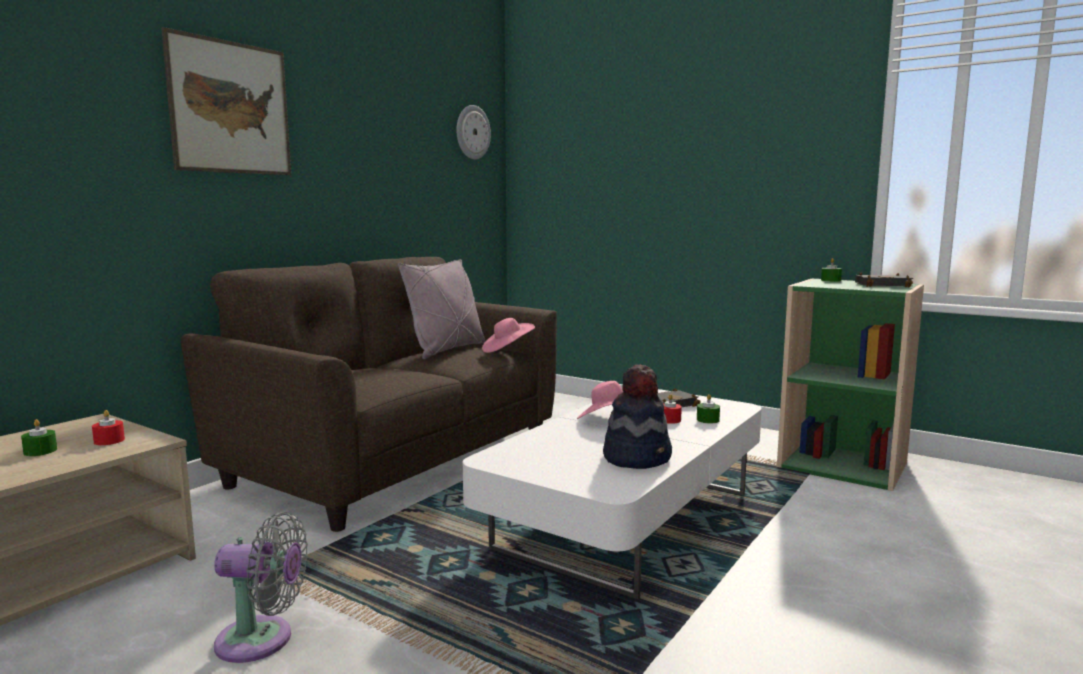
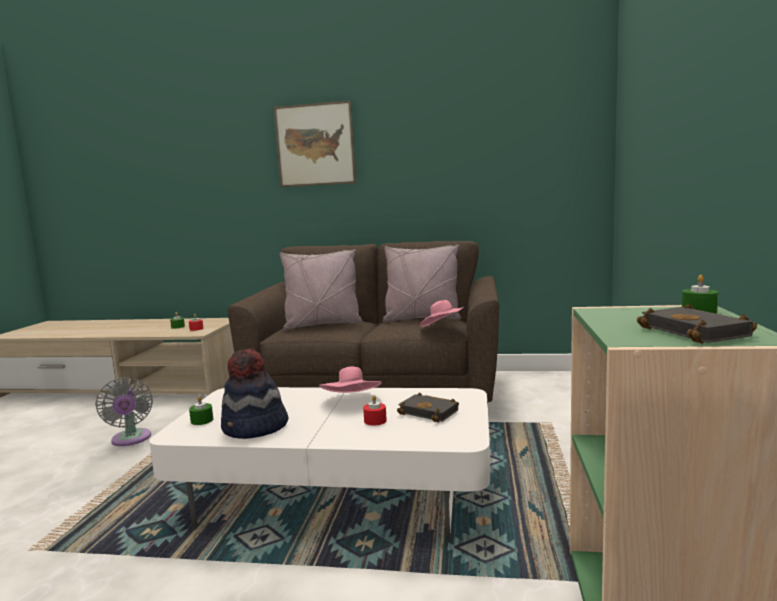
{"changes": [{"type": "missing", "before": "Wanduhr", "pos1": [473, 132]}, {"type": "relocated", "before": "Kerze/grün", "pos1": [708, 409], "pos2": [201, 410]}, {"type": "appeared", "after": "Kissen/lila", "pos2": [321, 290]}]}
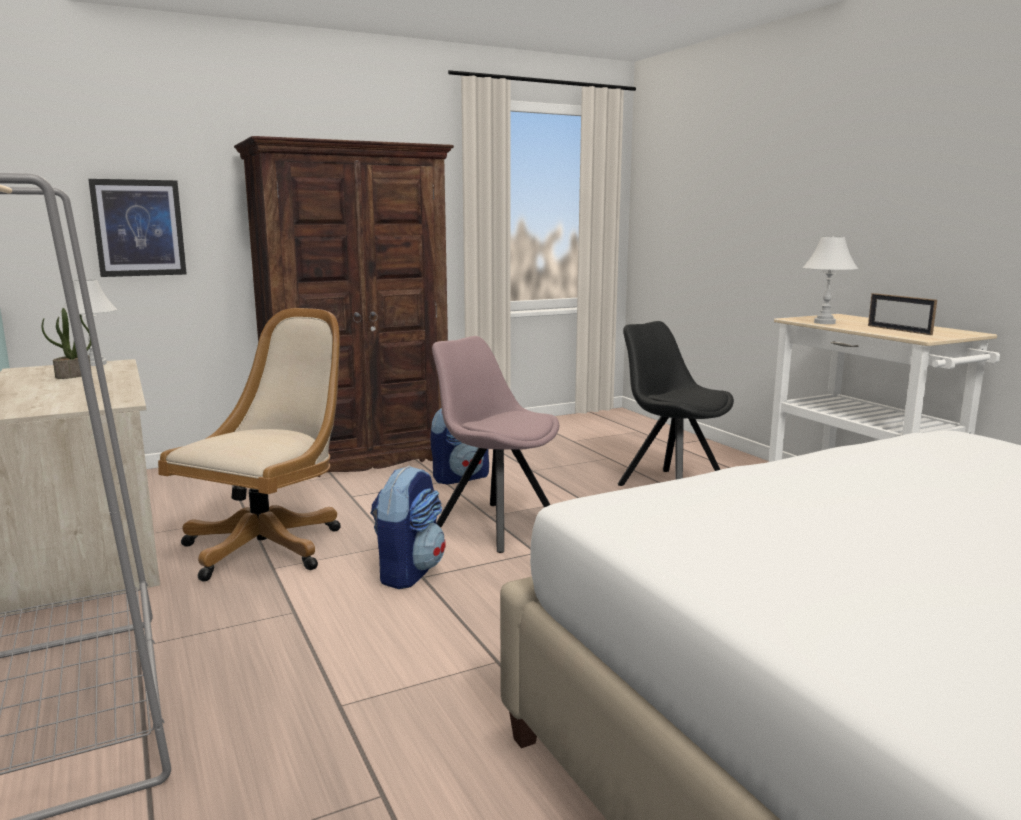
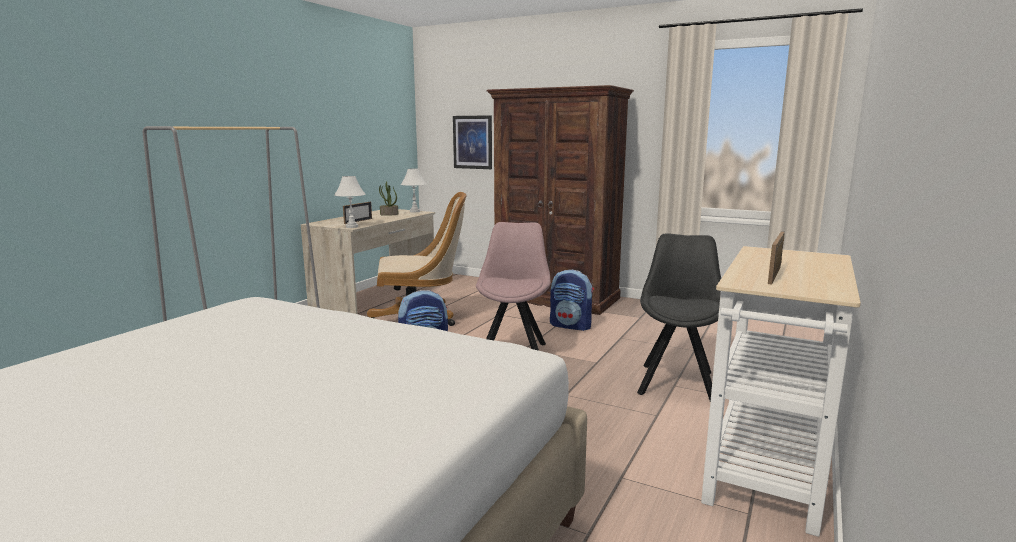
{"changes": [{"type": "relocated", "before": "Tischlampe/weiß", "pos1": [830, 280], "pos2": [350, 202]}, {"type": "appeared", "after": "Bilderrahmen", "pos2": [357, 213]}]}
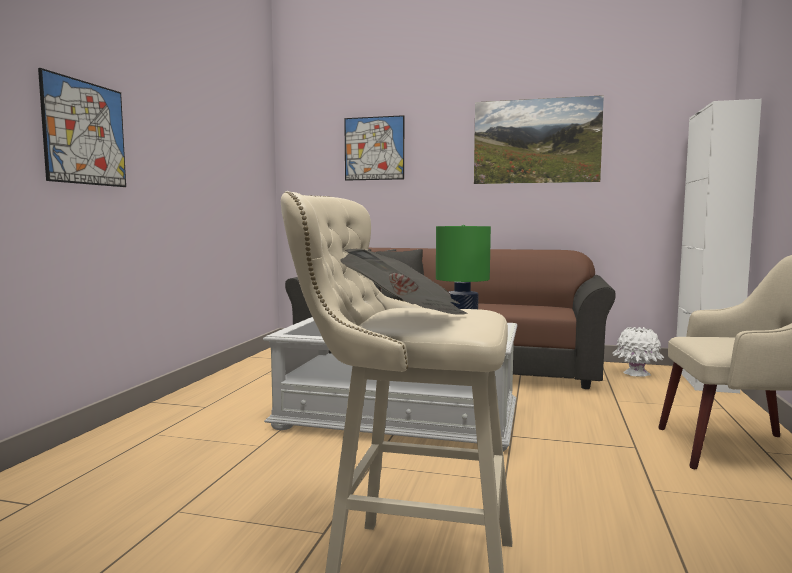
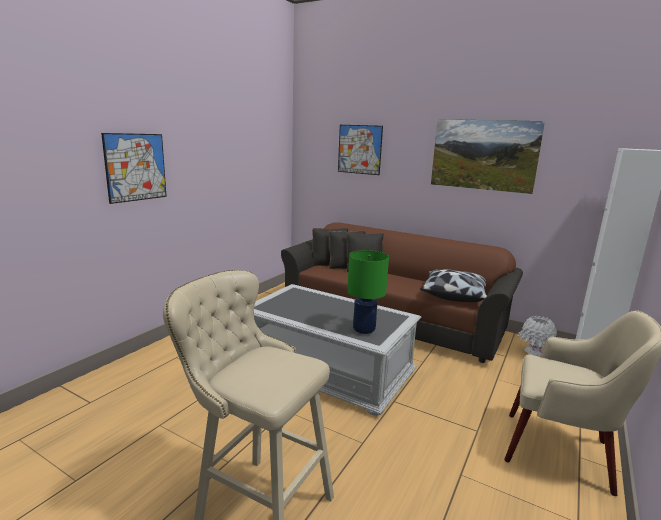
{"changes": [{"type": "missing", "before": "Zeitung", "pos1": [404, 282]}, {"type": "appeared", "after": "Kissen", "pos2": [453, 285]}]}
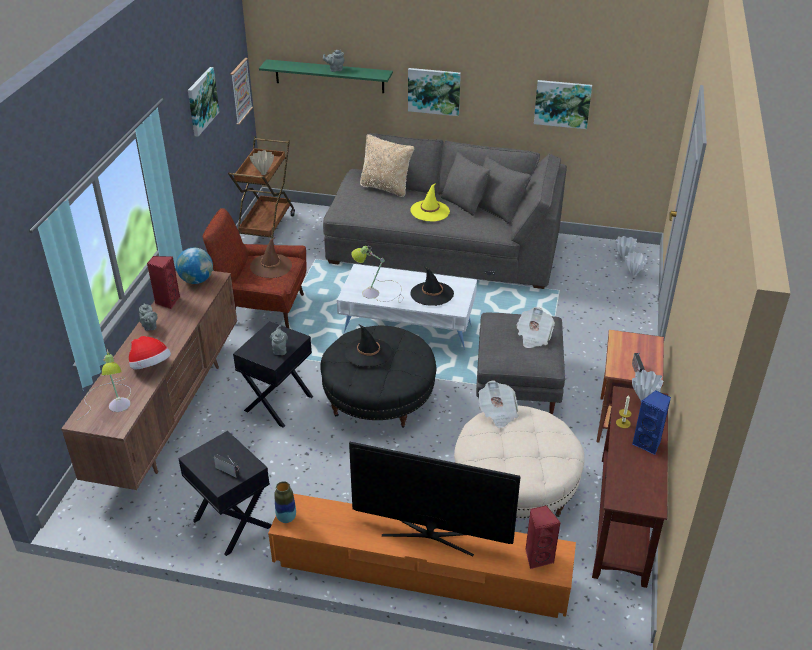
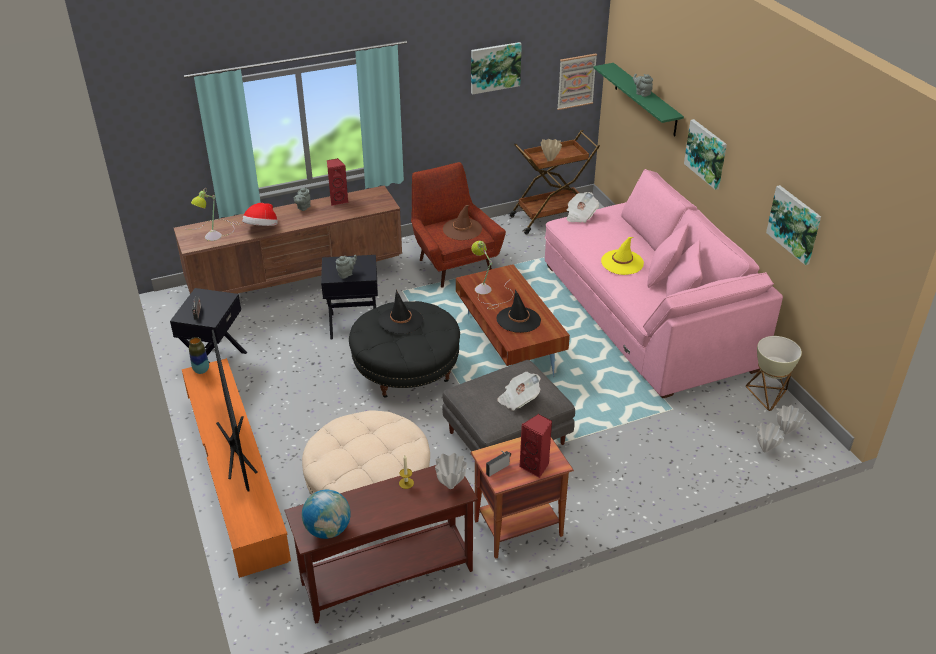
{"changes": [{"type": "colour", "before": "Sofa/grau", "after": "Sofa/rosa", "pos1": [445, 211], "pos2": [664, 283]}, {"type": "missing", "before": "Kissen/beige", "pos1": [387, 165]}, {"type": "relocated", "before": "Globus", "pos1": [194, 266], "pos2": [326, 514]}, {"type": "colour", "before": "Couchtisch/weiß", "after": "Couchtisch/braun", "pos1": [407, 306], "pos2": [513, 320]}, {"type": "relocated", "before": "Zeitung", "pos1": [499, 404], "pos2": [582, 207]}, {"type": "missing", "before": "Lautsprecher/blau", "pos1": [651, 422]}, {"type": "relocated", "before": "Lautsprecher/rot", "pos1": [543, 537], "pos2": [536, 446]}, {"type": "appeared", "after": "Pflanzkübel", "pos2": [774, 373]}]}
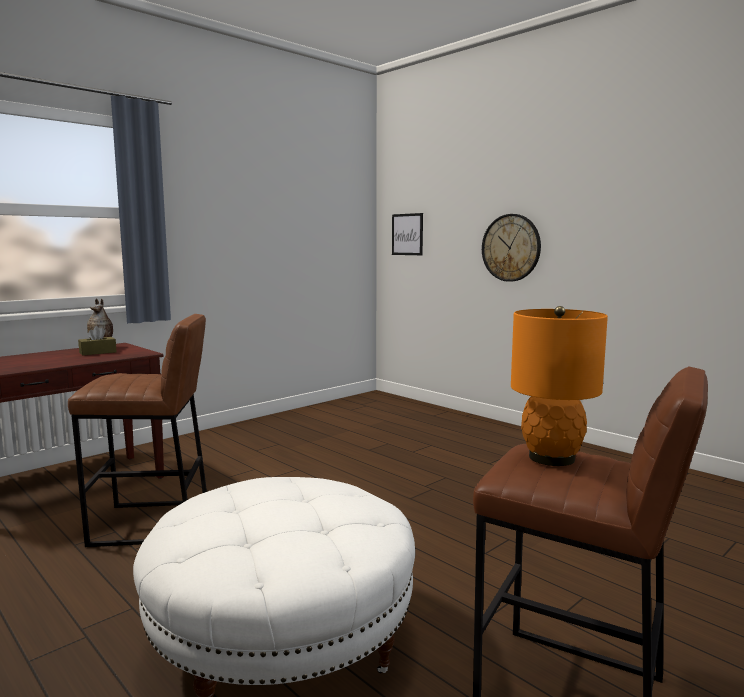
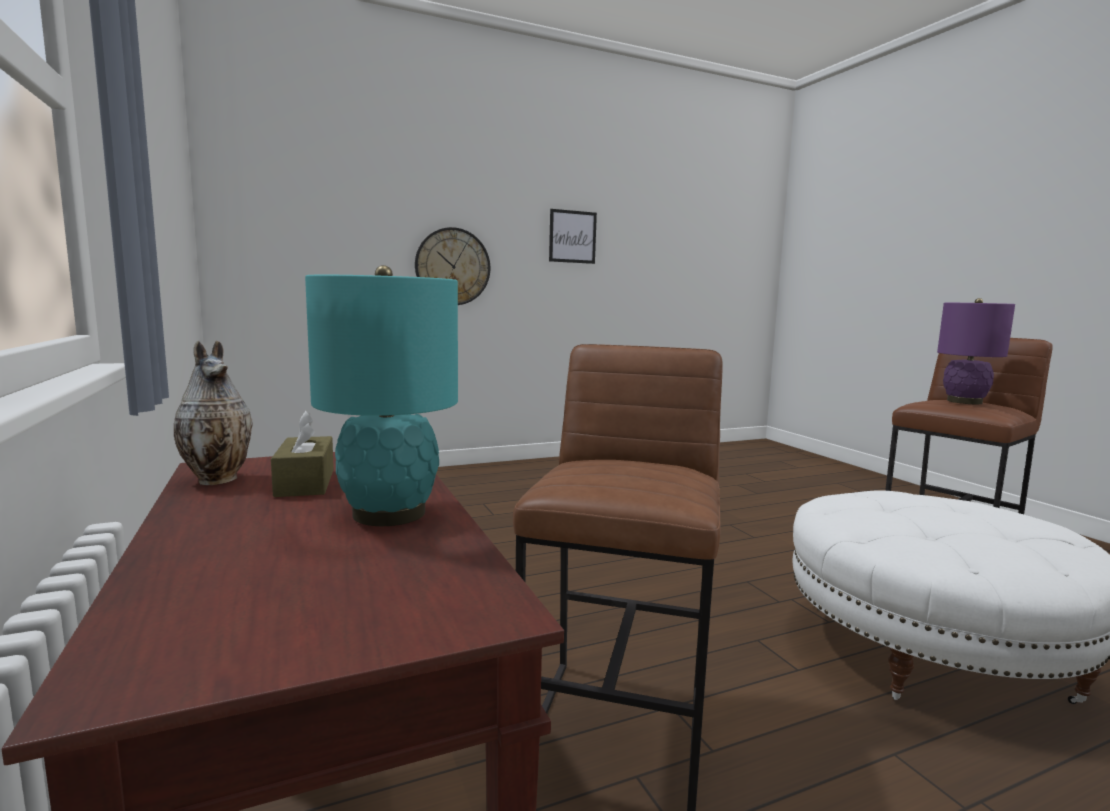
{"changes": [{"type": "relocated", "before": "Bild", "pos1": [407, 234], "pos2": [573, 236]}, {"type": "colour", "before": "Tischlampe/orange", "after": "Tischlampe/lila", "pos1": [559, 386], "pos2": [976, 351]}, {"type": "appeared", "after": "Tischlampe/türkis", "pos2": [381, 395]}]}
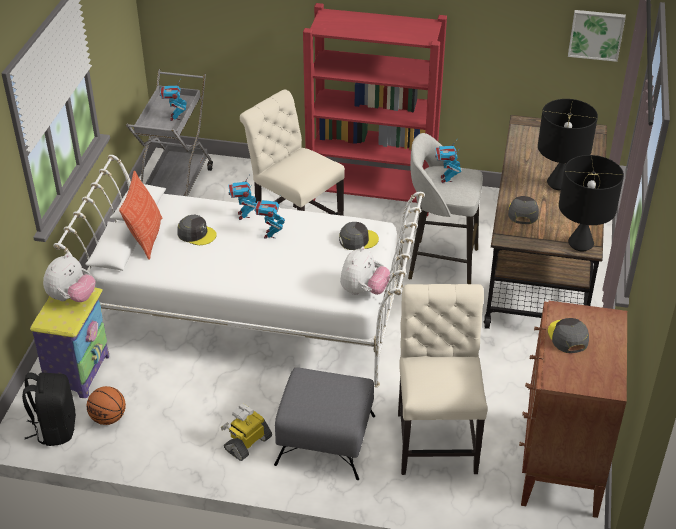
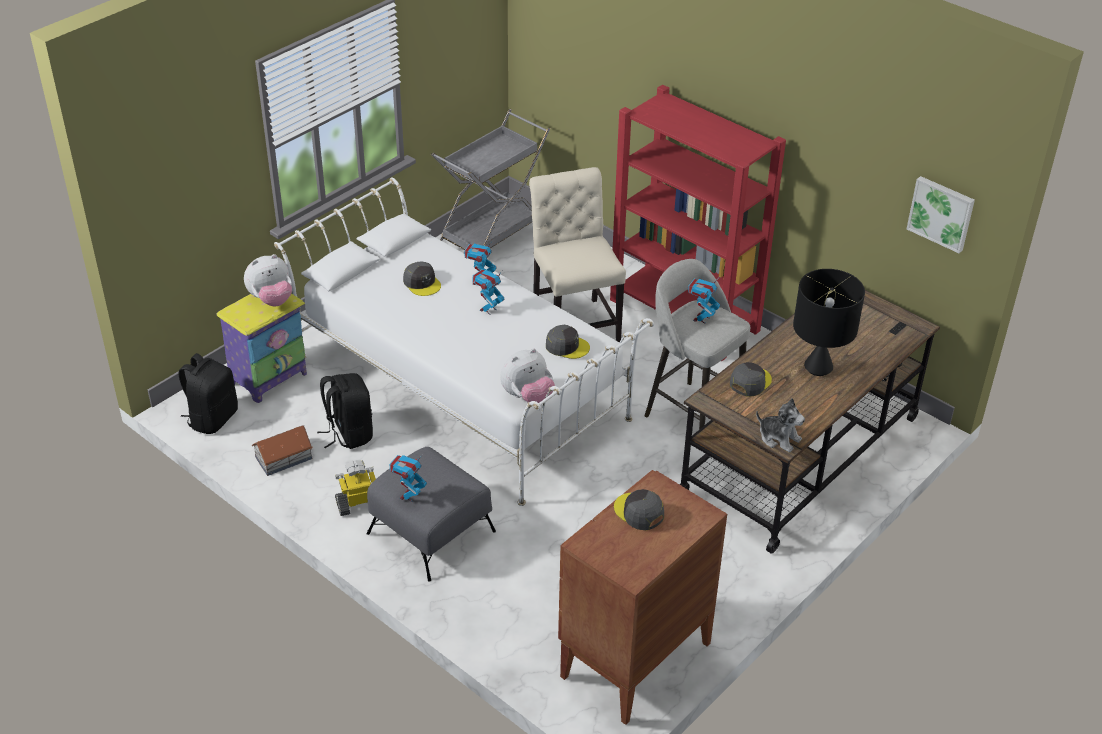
{"changes": [{"type": "relocated", "before": "Spielzeugroboter", "pos1": [173, 100], "pos2": [408, 478]}, {"type": "exchanged", "before": "Tischlampe/schwarz", "after": "Plüschtier", "pos1": [591, 203], "pos2": [780, 425]}, {"type": "missing", "before": "Kissen/orange", "pos1": [140, 215]}, {"type": "missing", "before": "Stuhl/beige", "pos1": [443, 379]}, {"type": "spun", "before": "Kappe/grau", "pos1": [568, 335], "pos2": [639, 509], "turn": -60}, {"type": "missing", "before": "Basketball", "pos1": [106, 405]}, {"type": "appeared", "after": "Rucksack/schwarz", "pos2": [345, 411]}, {"type": "appeared", "after": "Spielzeughaus", "pos2": [282, 450]}]}
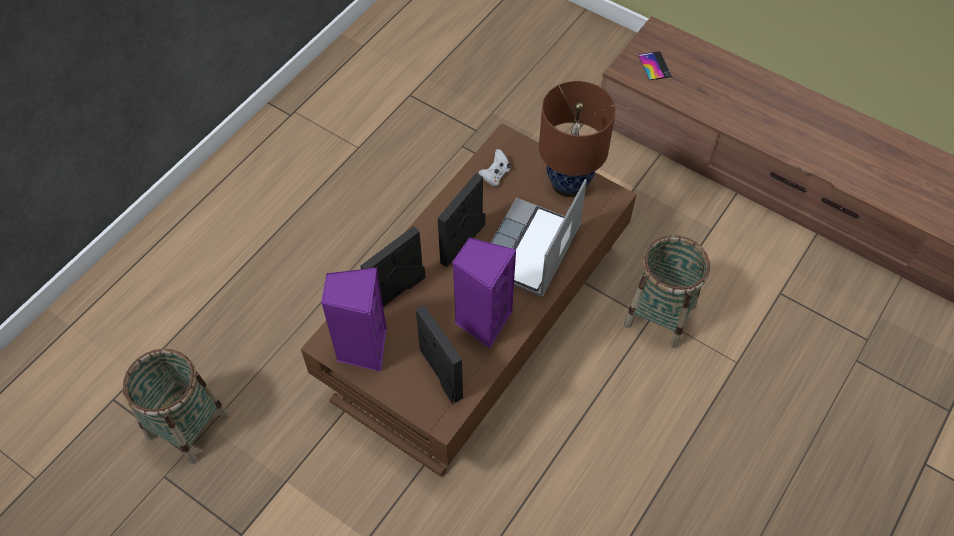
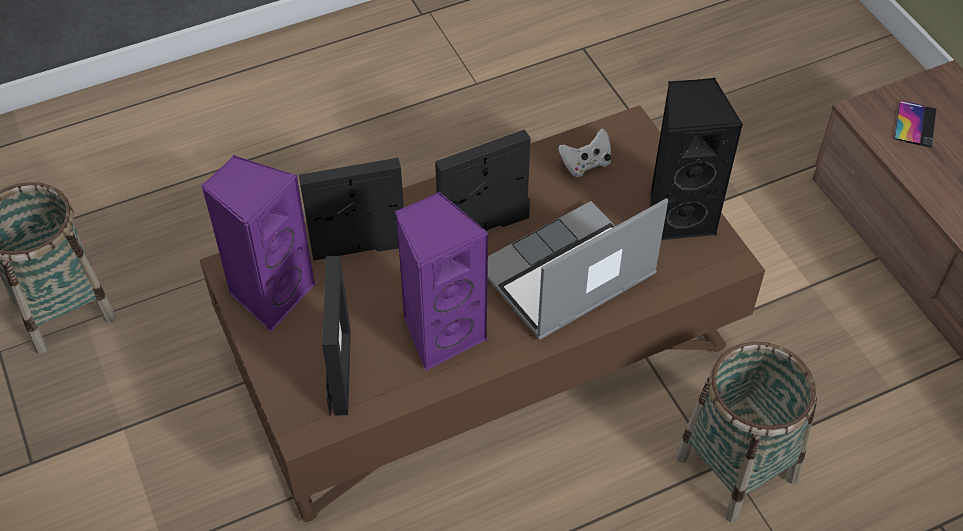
{"changes": [{"type": "exchanged", "before": "Tischlampe/braun", "after": "Lautsprecher/schwarz", "pos1": [577, 139], "pos2": [697, 158]}]}
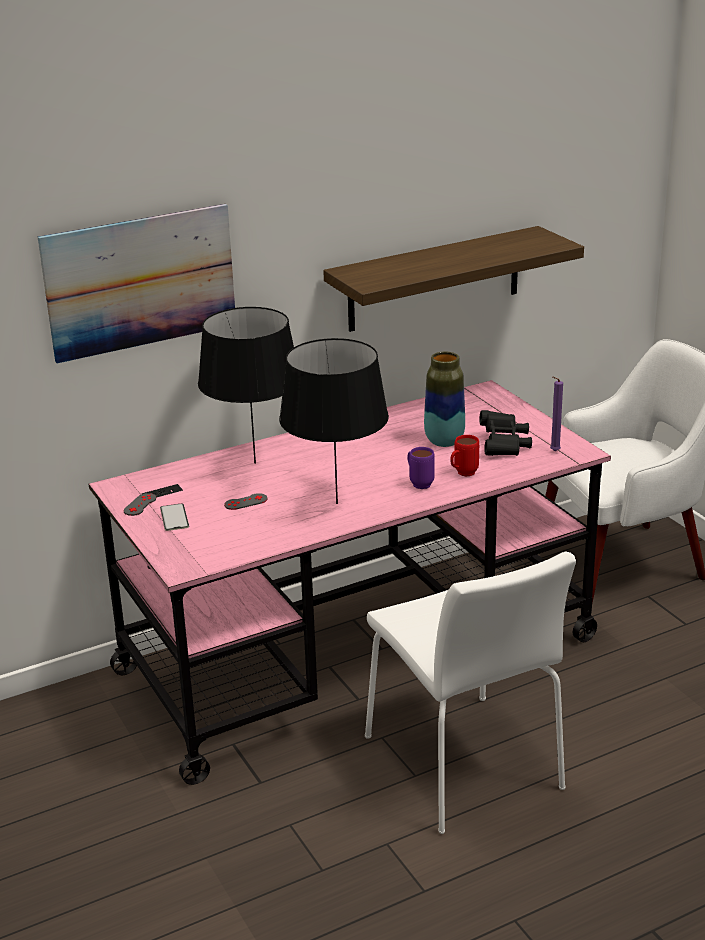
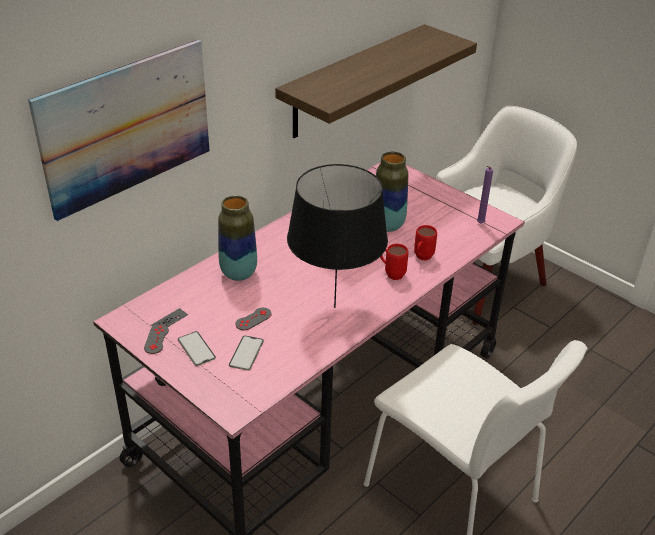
{"changes": [{"type": "exchanged", "before": "Tischlampe/schwarz", "after": "Vase", "pos1": [246, 385], "pos2": [237, 238]}, {"type": "missing", "before": "Fernglas/schwarz", "pos1": [505, 433]}, {"type": "colour", "before": "Henkelbecher/lila", "after": "Henkelbecher/rot", "pos1": [421, 468], "pos2": [394, 262]}, {"type": "appeared", "after": "Handy", "pos2": [246, 353]}]}
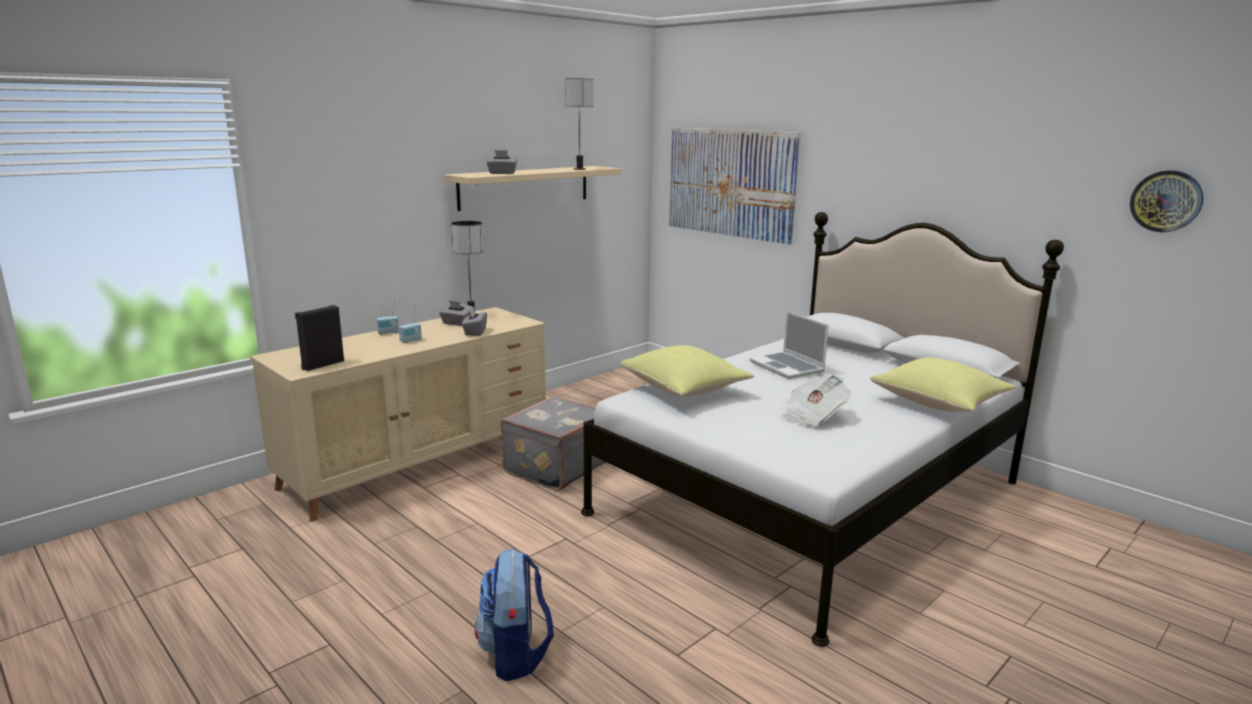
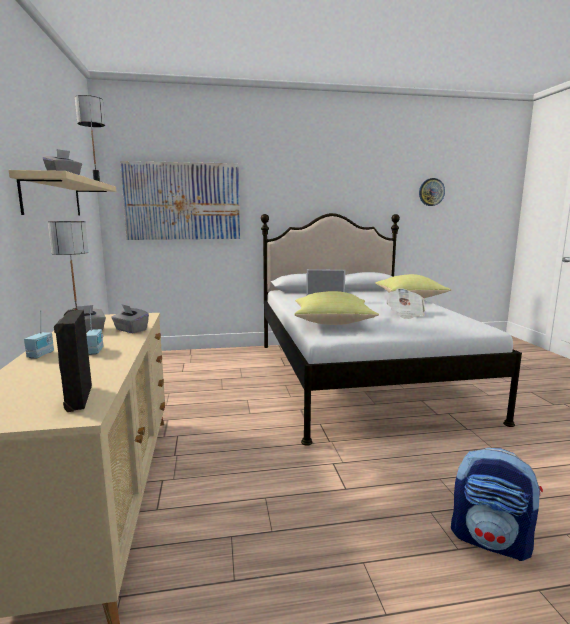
{"changes": [{"type": "missing", "before": "Koffer/grau", "pos1": [553, 443]}]}
